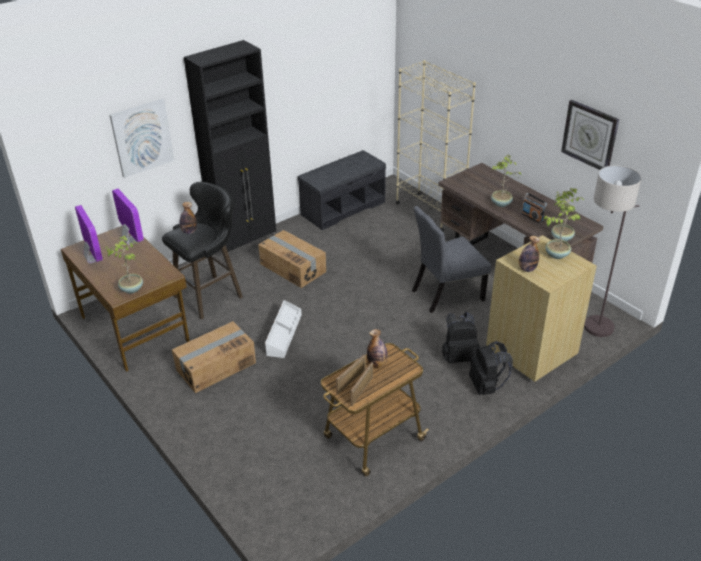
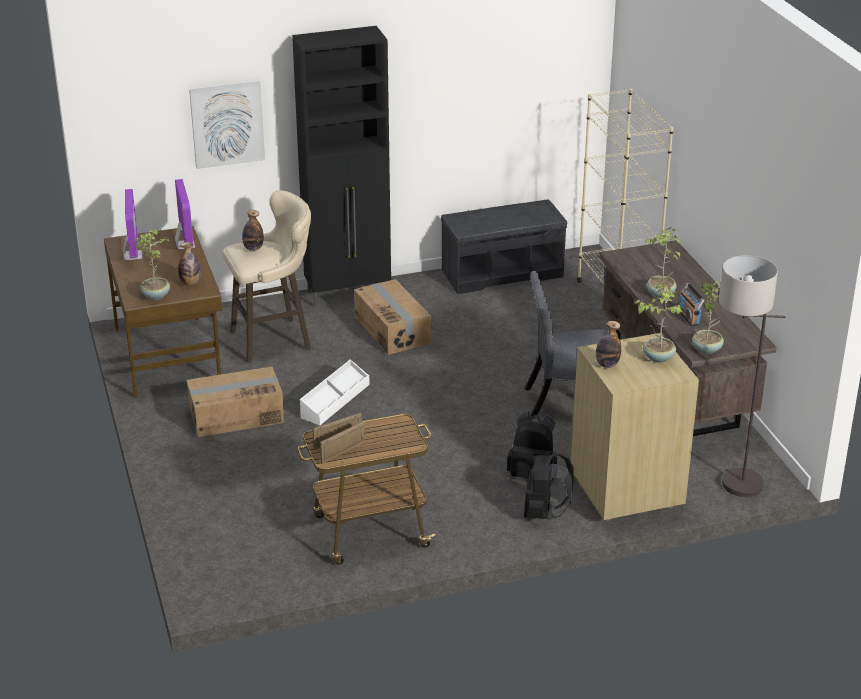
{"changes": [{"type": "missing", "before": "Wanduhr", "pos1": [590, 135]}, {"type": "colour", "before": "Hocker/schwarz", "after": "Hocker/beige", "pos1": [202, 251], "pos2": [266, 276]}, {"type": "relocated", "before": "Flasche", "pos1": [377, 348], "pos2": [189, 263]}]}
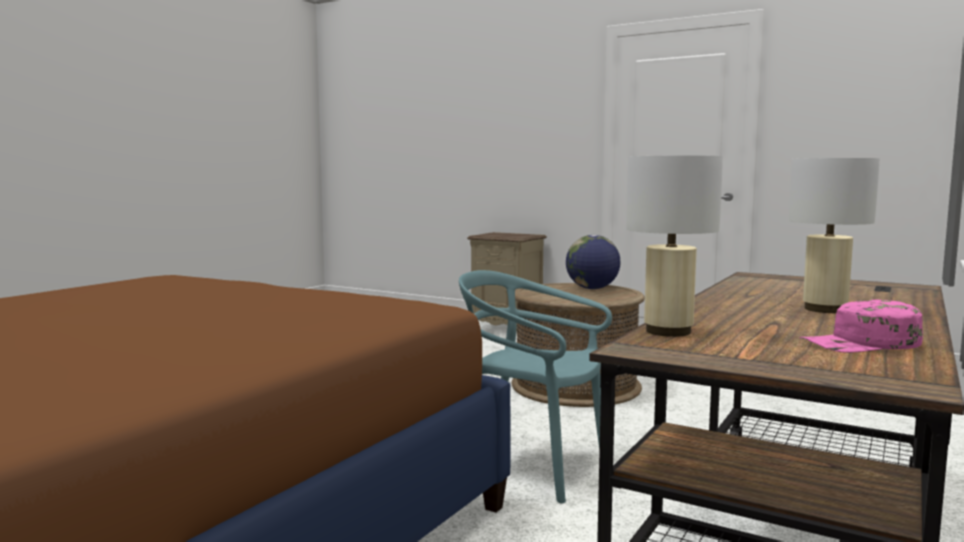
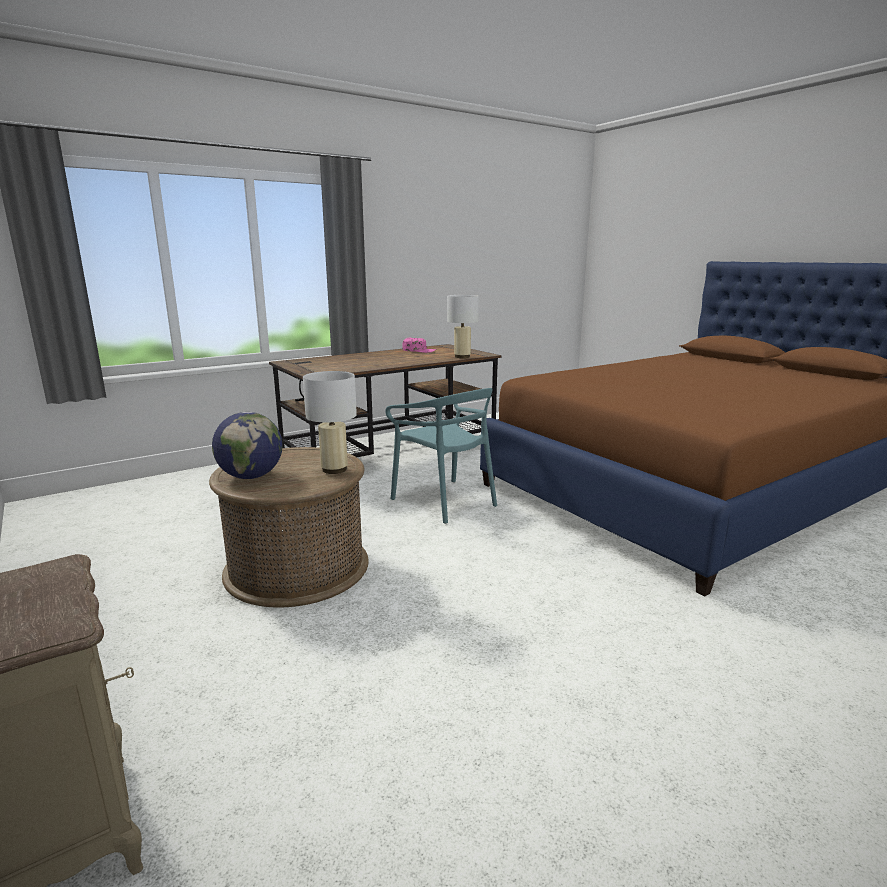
{"changes": [{"type": "relocated", "before": "Tischlampe/weiß", "pos1": [834, 235], "pos2": [329, 422]}]}
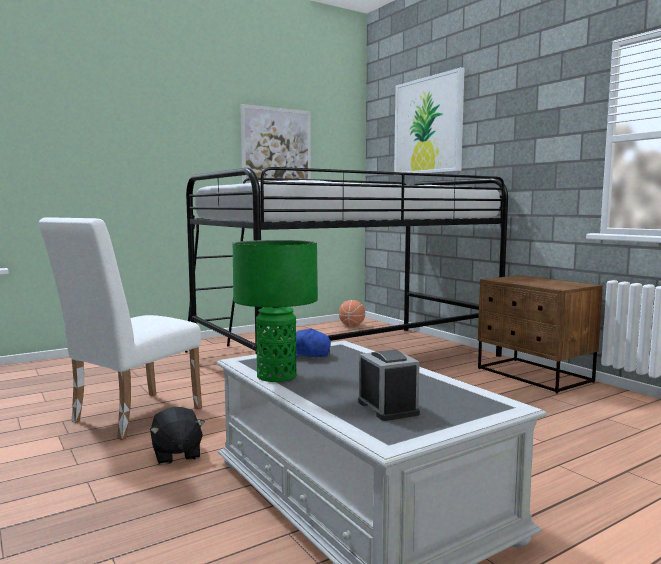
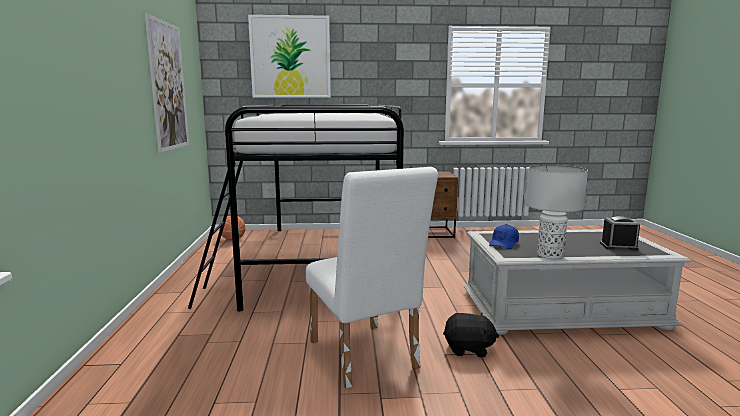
{"changes": [{"type": "colour", "before": "Tischlampe/grün", "after": "Tischlampe/weiß", "pos1": [275, 311], "pos2": [557, 212]}]}
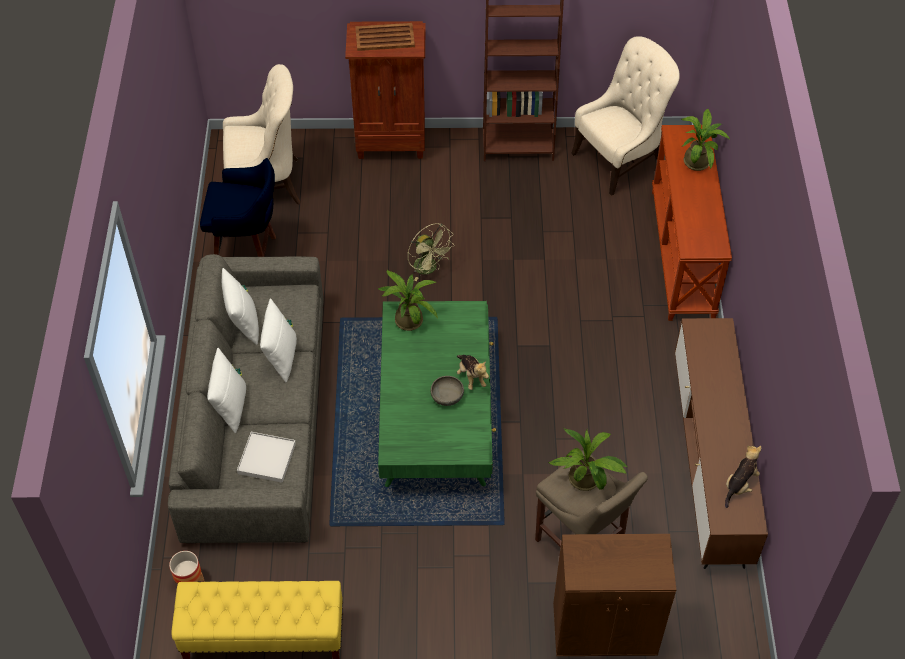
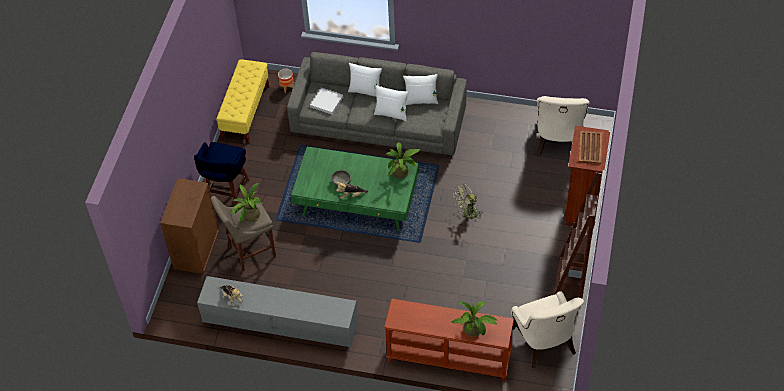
{"changes": [{"type": "relocated", "before": "Hocker/blau", "pos1": [238, 207], "pos2": [222, 174]}, {"type": "colour", "before": "Fernsehschrank/braun", "after": "Fernsehschrank/grau", "pos1": [721, 443], "pos2": [277, 313]}]}
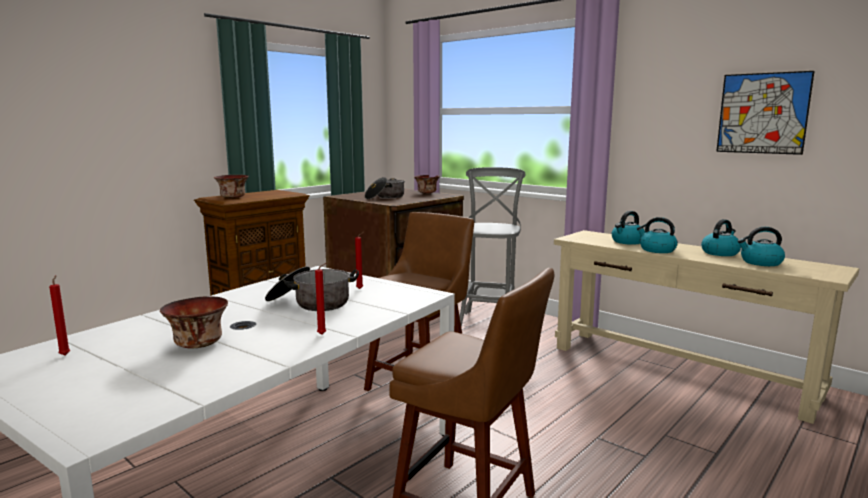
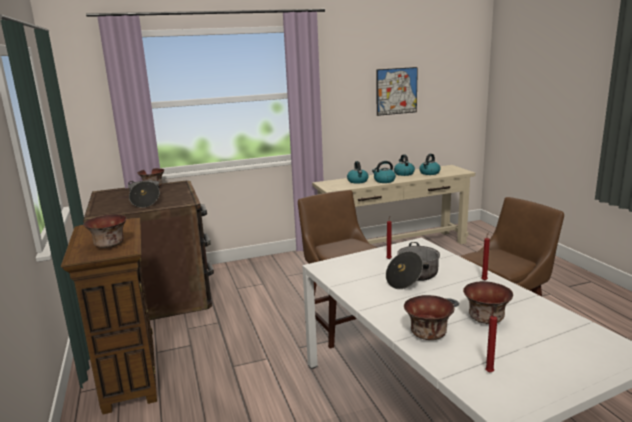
{"changes": [{"type": "missing", "before": "Hocker/grau", "pos1": [493, 247]}, {"type": "appeared", "after": "Schüssel", "pos2": [429, 317]}]}
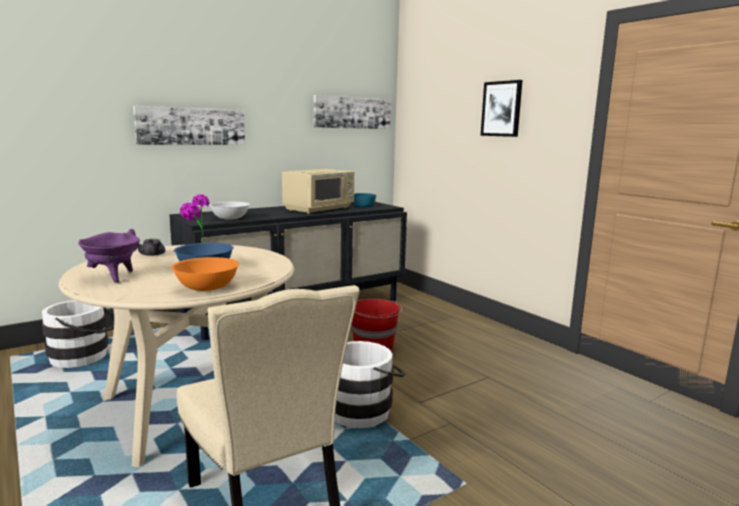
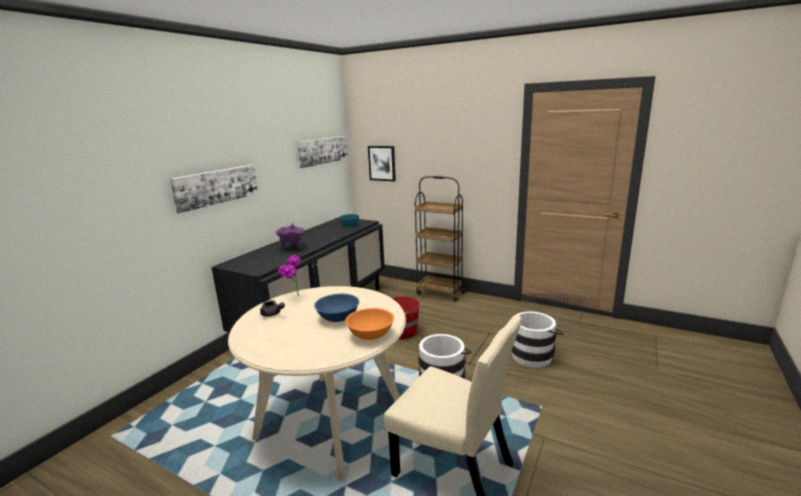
{"changes": [{"type": "relocated", "before": "Bild", "pos1": [501, 108], "pos2": [382, 163]}, {"type": "missing", "before": "Mikrowelle/beige", "pos1": [318, 191]}, {"type": "missing", "before": "Schüssel/weiß", "pos1": [229, 211]}, {"type": "relocated", "before": "Kochtopf/lila", "pos1": [109, 256], "pos2": [290, 237]}, {"type": "relocated", "before": "Eimer/weiß", "pos1": [78, 334], "pos2": [538, 339]}, {"type": "appeared", "after": "Rollwagen/braun", "pos2": [441, 239]}]}
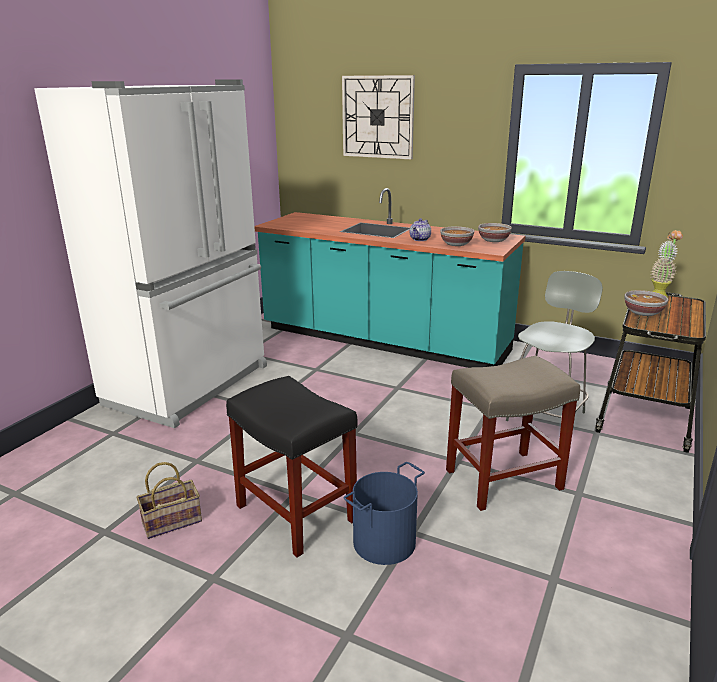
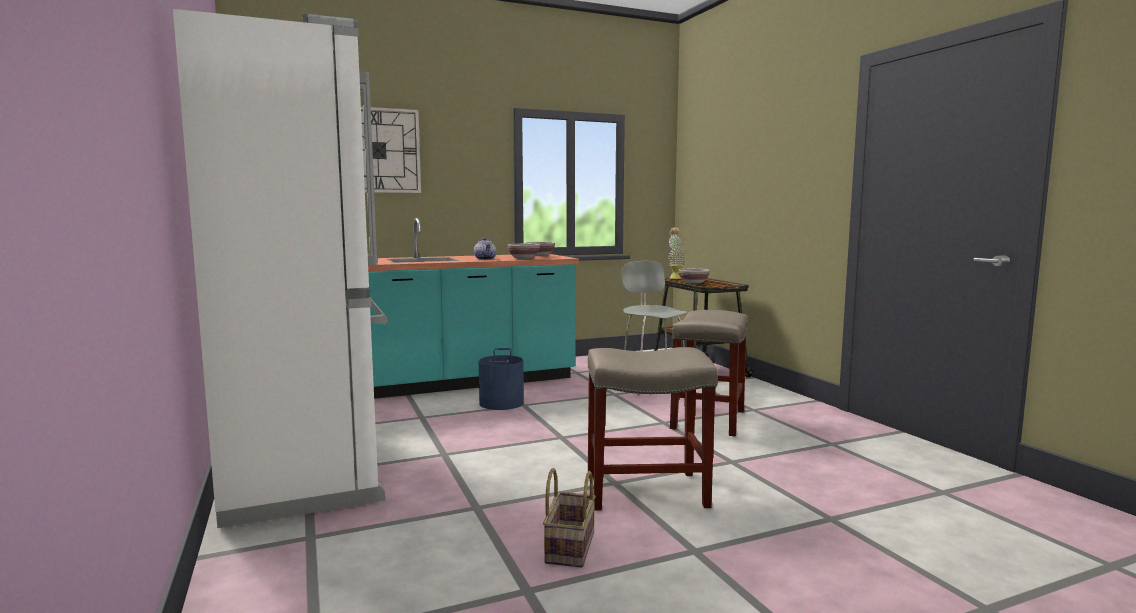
{"changes": [{"type": "colour", "before": "Hocker/schwarz", "after": "Hocker/beige", "pos1": [292, 466], "pos2": [653, 429]}, {"type": "relocated", "before": "Eimer/blau", "pos1": [384, 513], "pos2": [501, 379]}]}
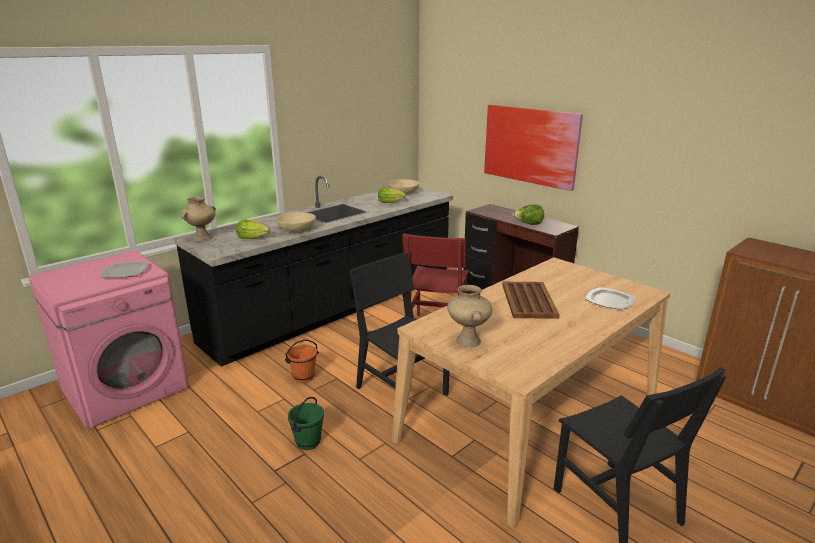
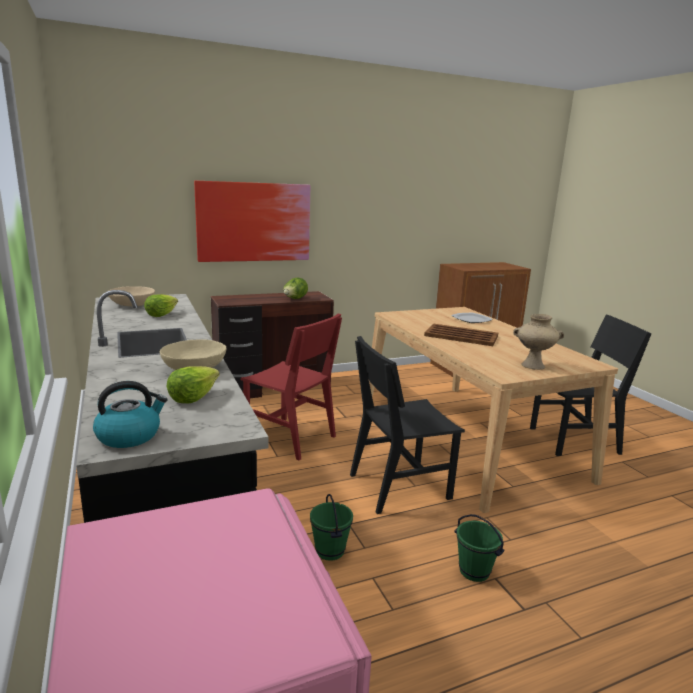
{"changes": [{"type": "exchanged", "before": "Vase/beige", "after": "Wasserkessel", "pos1": [198, 219], "pos2": [130, 414]}, {"type": "missing", "before": "Teller", "pos1": [124, 269]}, {"type": "colour", "before": "Eimer/orange", "after": "Eimer/grün", "pos1": [302, 361], "pos2": [331, 527]}]}
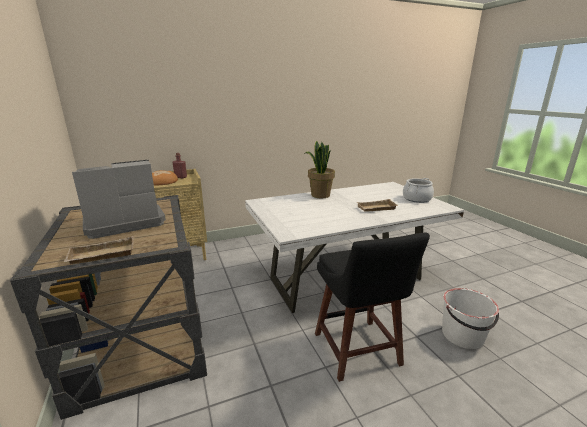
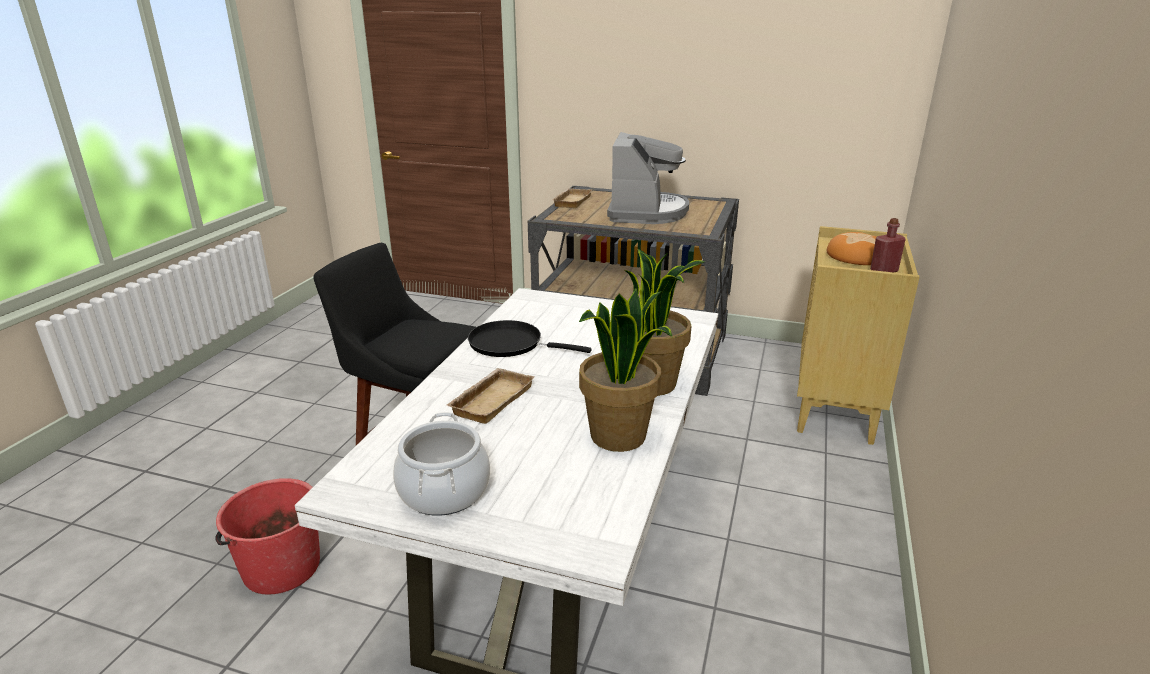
{"changes": [{"type": "colour", "before": "Eimer/weiß", "after": "Eimer/rot", "pos1": [470, 318], "pos2": [267, 536]}, {"type": "appeared", "after": "Topfpflanze", "pos2": [625, 370]}, {"type": "appeared", "after": "Pfanne/schwarz", "pos2": [530, 338]}]}
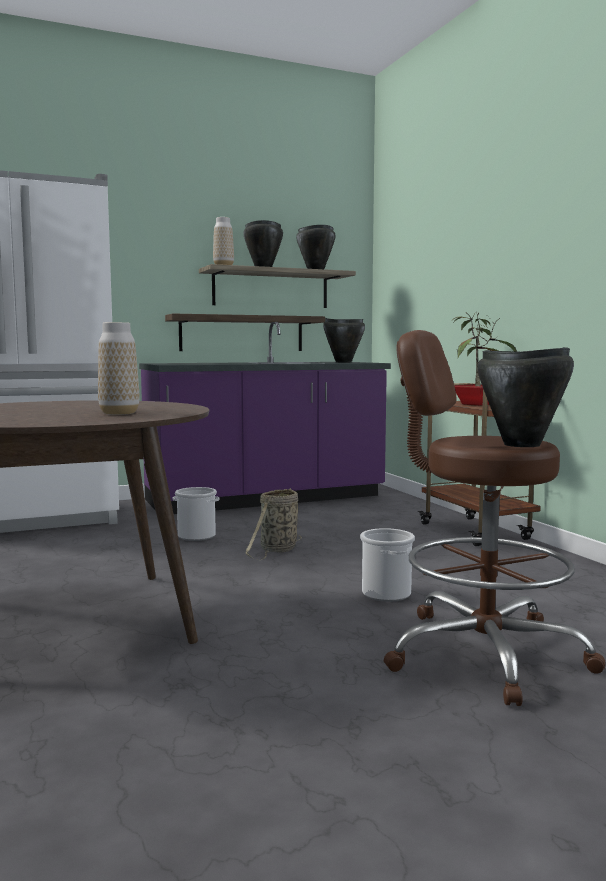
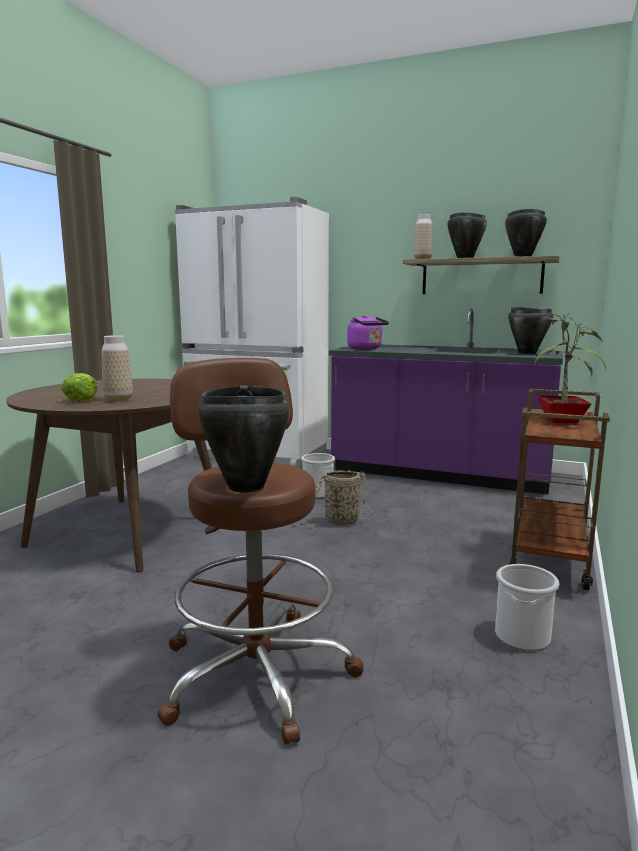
{"changes": [{"type": "missing", "before": "Wandregal", "pos1": [245, 332]}, {"type": "relocated", "before": "Eimer", "pos1": [387, 565], "pos2": [527, 607]}, {"type": "appeared", "after": "Wasserkessel/lila", "pos2": [368, 332]}, {"type": "appeared", "after": "Salatkopf", "pos2": [79, 387]}]}
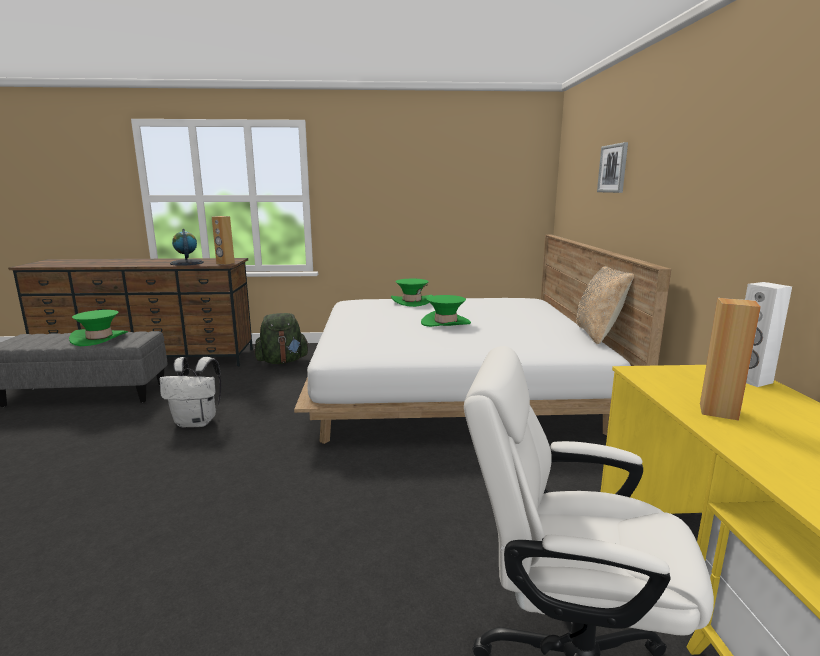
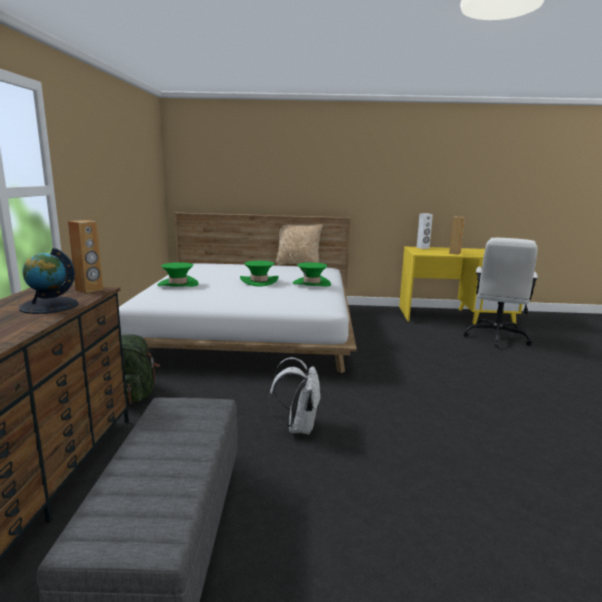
{"changes": [{"type": "missing", "before": "Bild", "pos1": [612, 167]}, {"type": "relocated", "before": "Hut/grün", "pos1": [98, 328], "pos2": [312, 274]}]}
